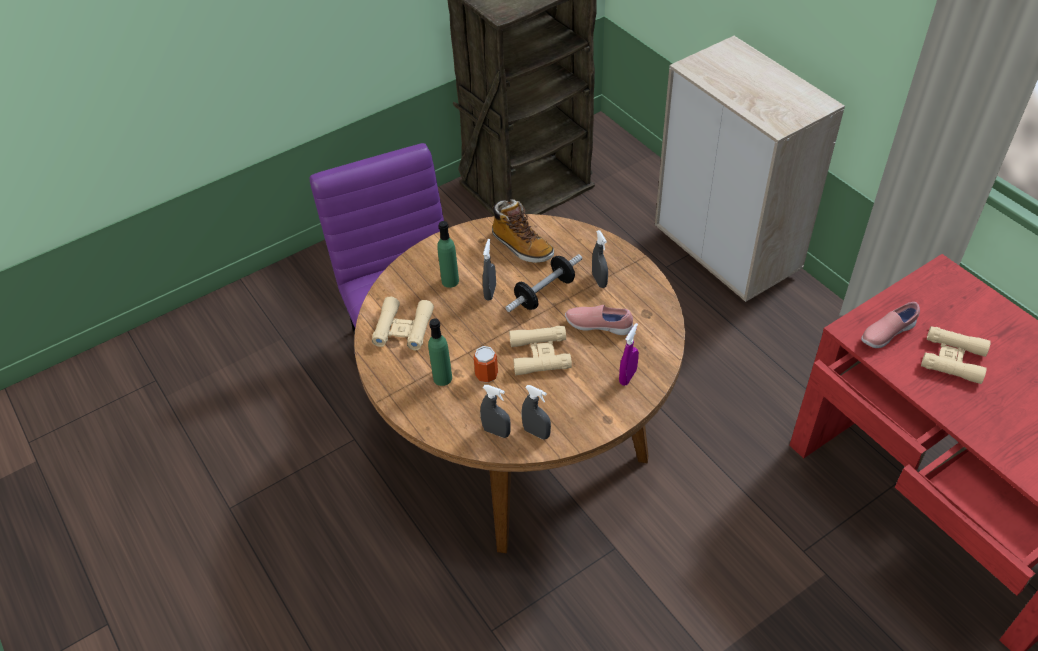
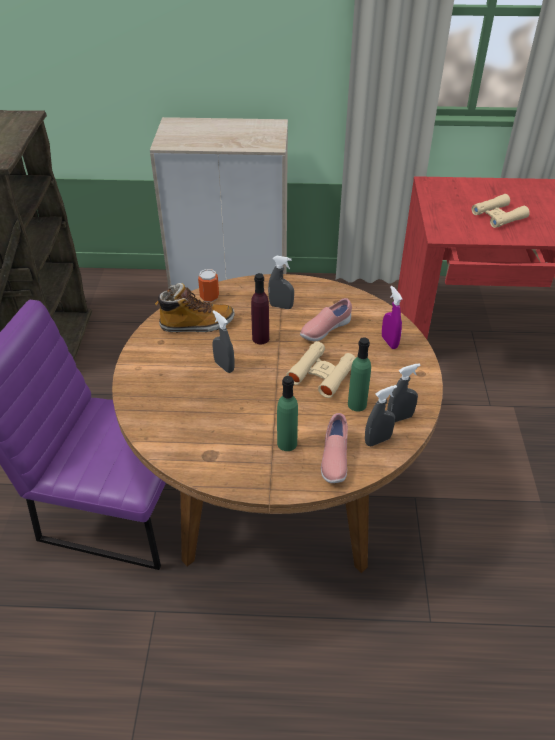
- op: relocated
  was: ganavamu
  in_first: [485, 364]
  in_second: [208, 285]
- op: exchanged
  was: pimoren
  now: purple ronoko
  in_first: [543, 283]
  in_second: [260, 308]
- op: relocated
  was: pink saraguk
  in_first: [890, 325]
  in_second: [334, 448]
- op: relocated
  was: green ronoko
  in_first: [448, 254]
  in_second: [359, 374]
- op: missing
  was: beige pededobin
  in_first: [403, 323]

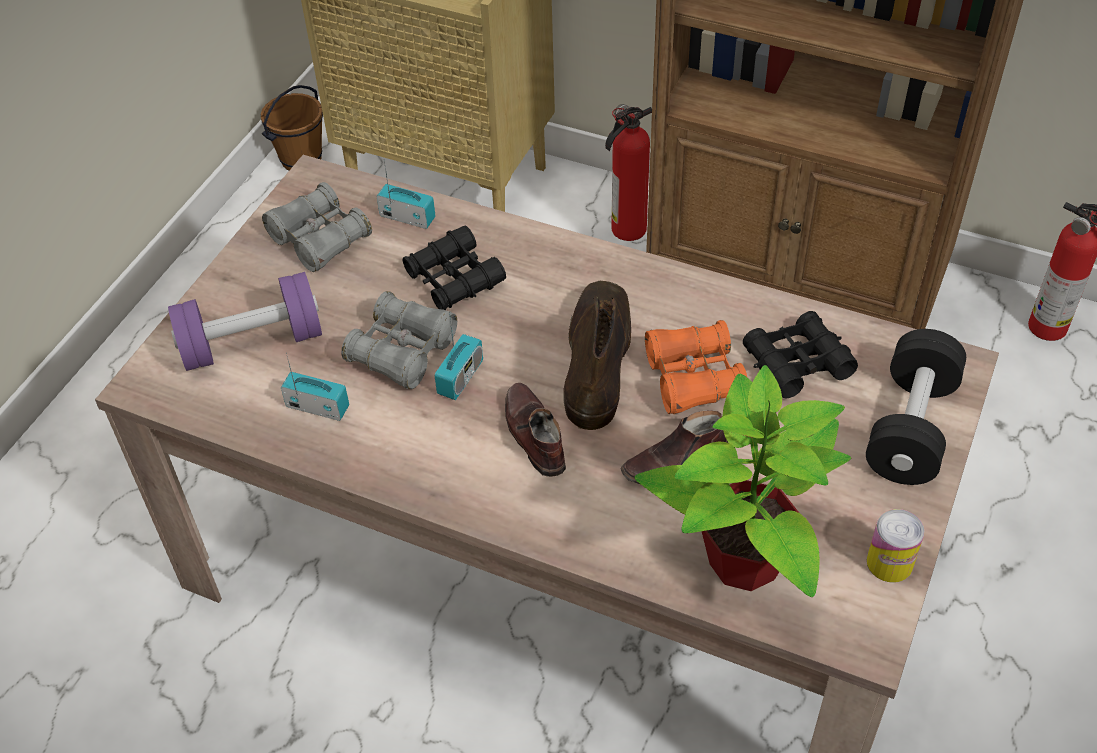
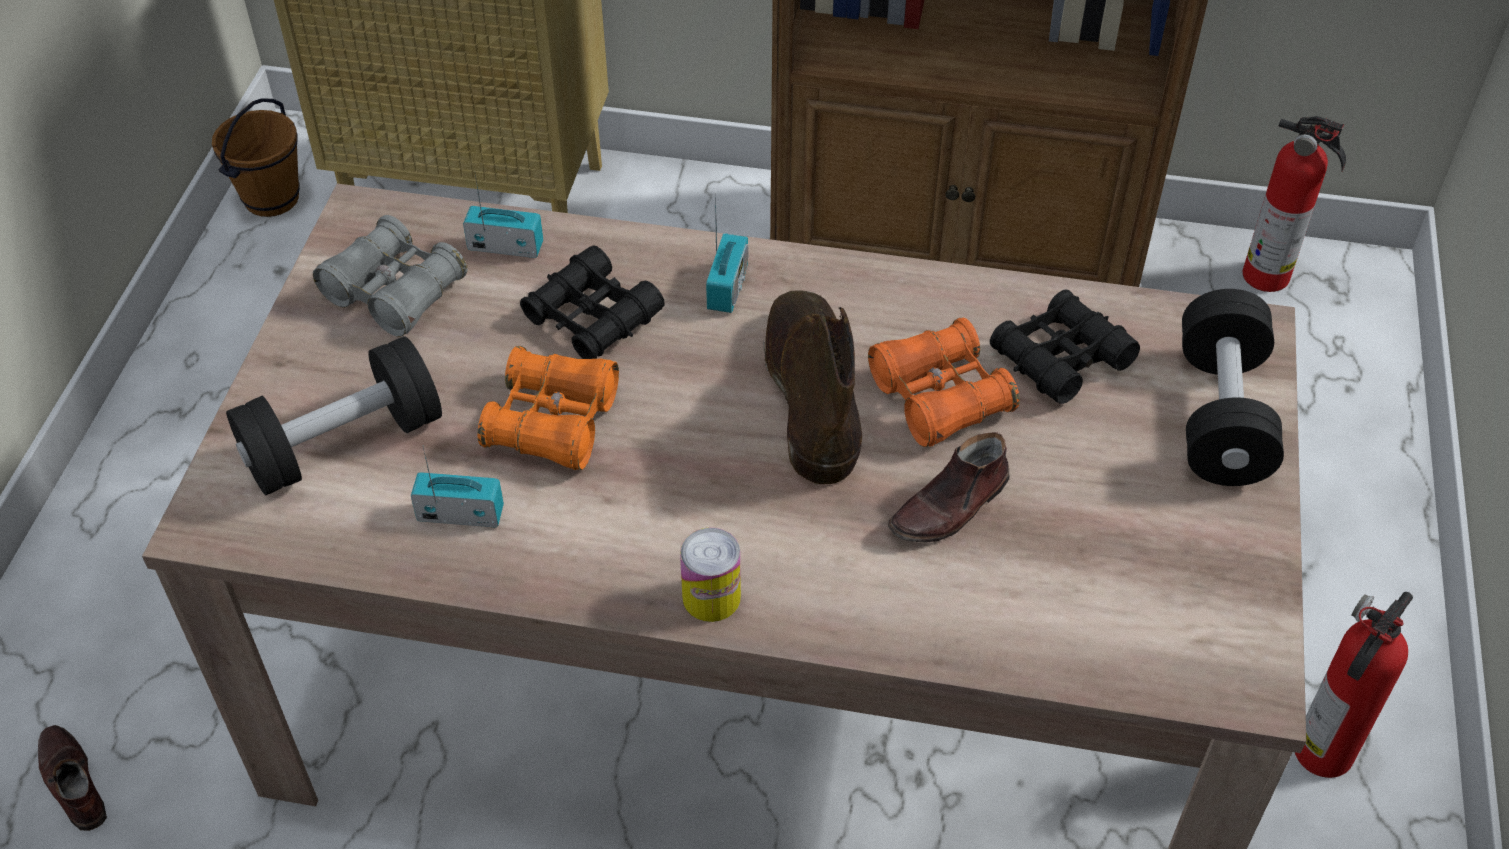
- op: relocated
  was: brown saraguk
  in_first: [535, 430]
  in_second: [72, 778]
- op: colour
  was: purple pimoren
  now: black pimoren
  in_first: [245, 321]
  in_second: [334, 415]
- op: colour
  was: grey pededobin
  now: orange pededobin
  in_first: [399, 340]
  in_second: [548, 408]
- op: relocated
  was: ganavamu
  in_first: [896, 545]
  in_second: [710, 575]
- op: relocated
  was: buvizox
  in_first: [459, 352]
  in_second: [727, 253]
- op: relocated
  was: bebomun
  in_first: [628, 172]
  in_second: [1354, 685]
- op: missing
  was: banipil
  in_first: [742, 481]

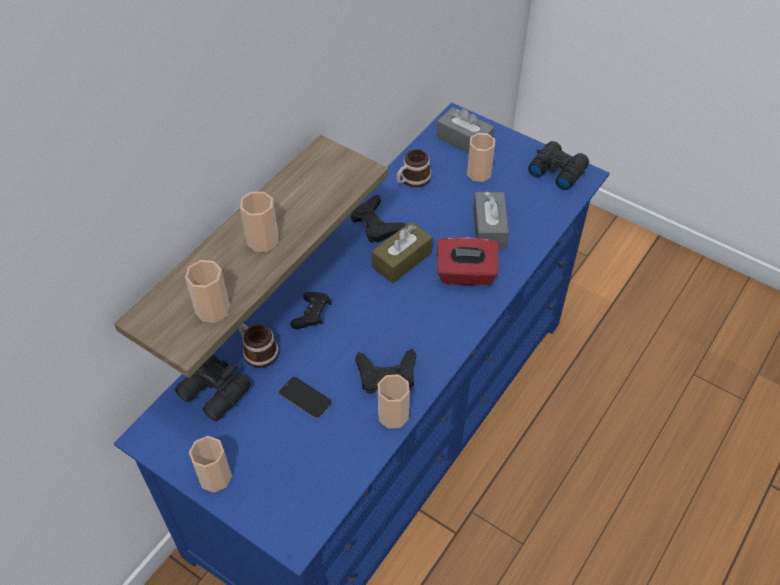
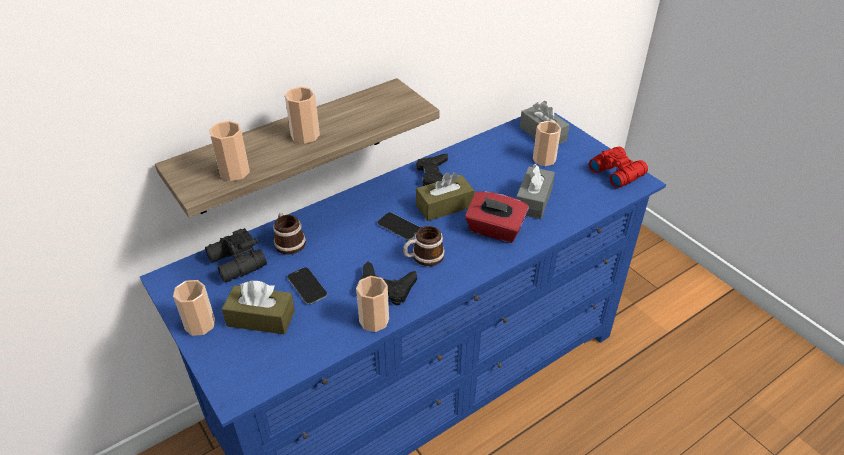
- op: appeared
  now: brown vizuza
  in_second: [258, 307]
- op: appeared
  now: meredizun
  in_second: [399, 226]
- op: relocated
  was: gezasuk
  in_first: [413, 168]
  in_second: [424, 246]
- op: colour
  was: black pededobin
  now: red pededobin
  in_first: [558, 165]
  in_second: [618, 167]
- op: missing
  was: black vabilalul
  in_first: [310, 310]

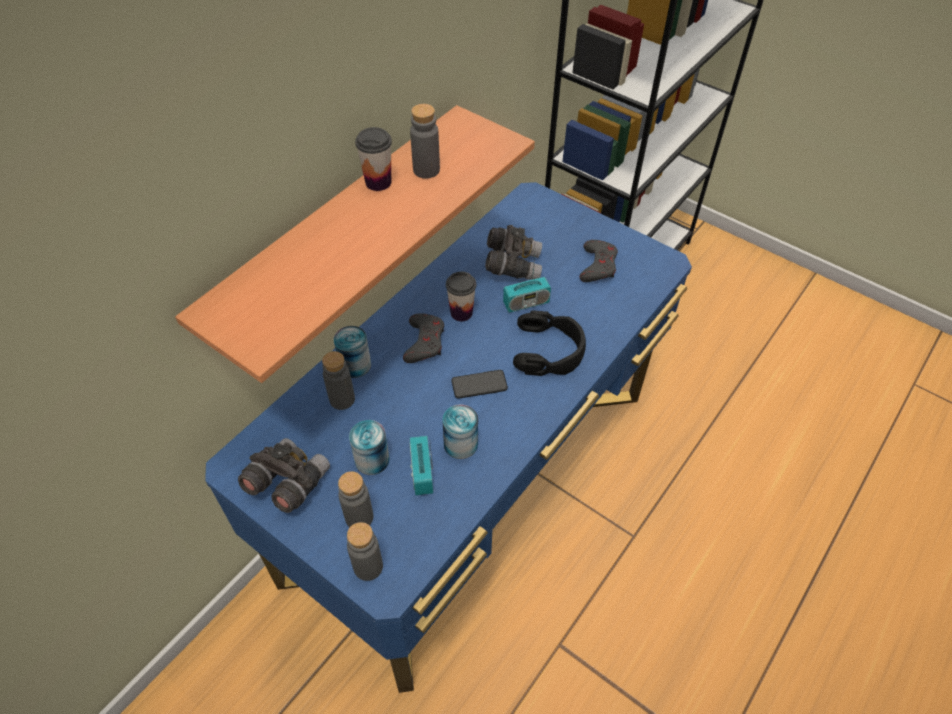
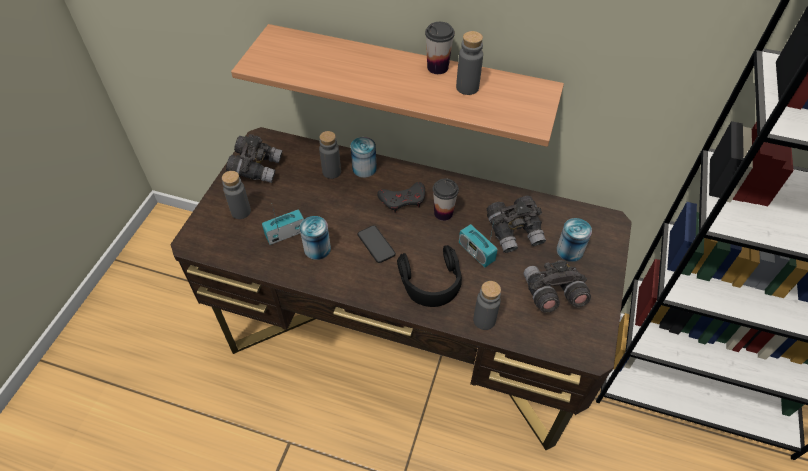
- op: colour
  was: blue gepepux
  now: brown gepepux
  in_first: [448, 437]
  in_second: [401, 288]
- op: relocated
  was: grey ronoko
  in_first: [365, 551]
  in_second: [487, 305]
- op: exchanged
  was: grey vabilalul
  now: grey pededobin
  in_first: [598, 261]
  in_second: [557, 286]
- op: relocated
  was: ganavamu
  in_first: [369, 447]
  in_second: [574, 240]

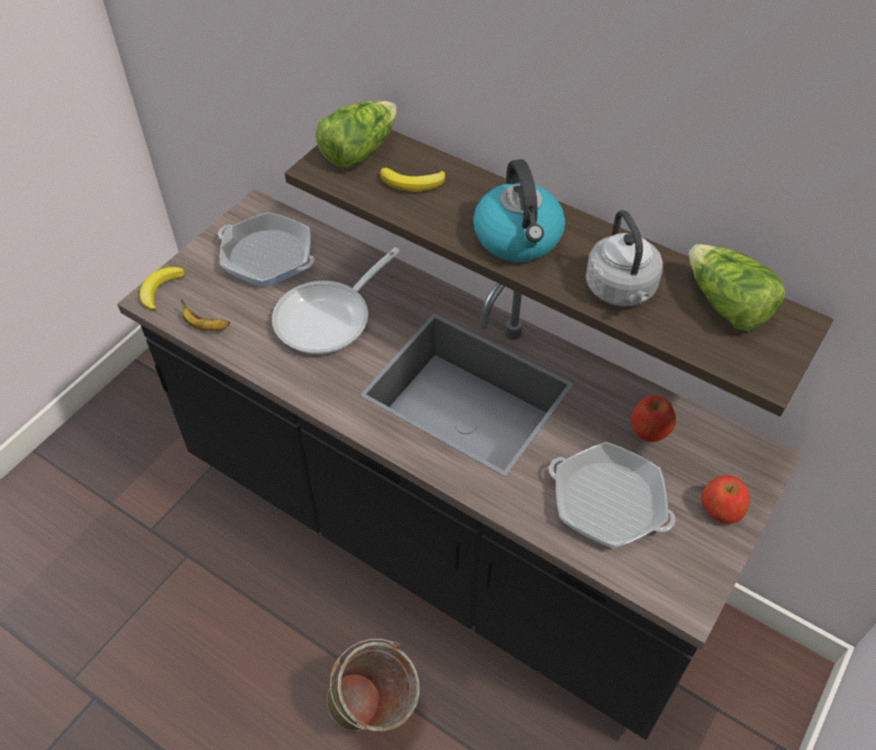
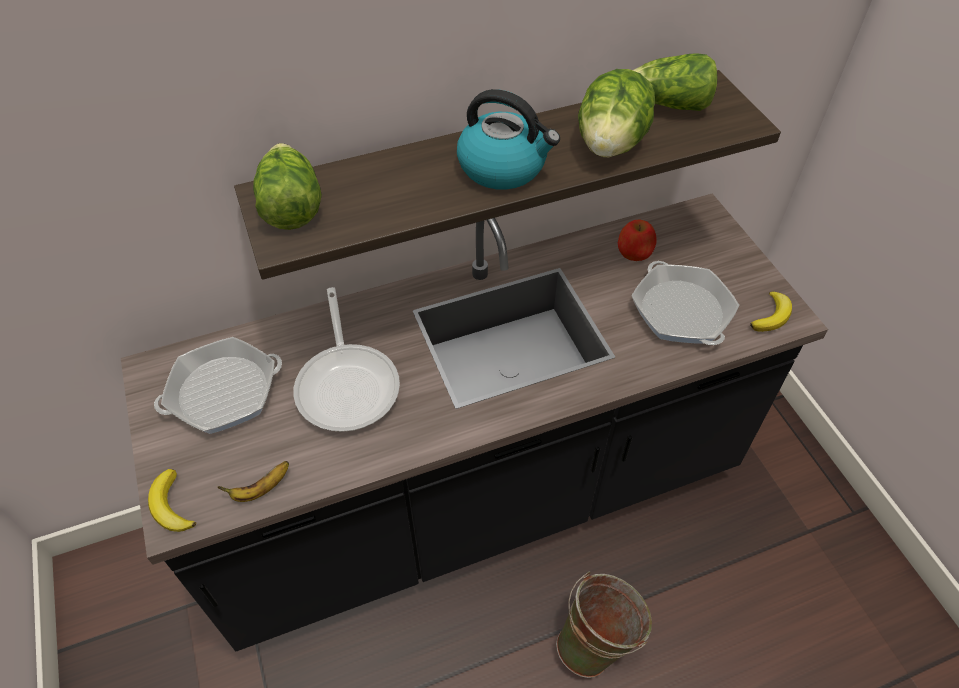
- op: exchanged
  was: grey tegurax
  now: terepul
  in_first: [624, 258]
  in_second: [616, 113]
- op: spun
  was: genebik
  in_first: [612, 495]
  in_second: [685, 303]
  clockwise: -90
- op: relocated
  was: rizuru
  in_first: [412, 179]
  in_second: [771, 311]
- op: missing
  was: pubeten
  in_first: [725, 500]

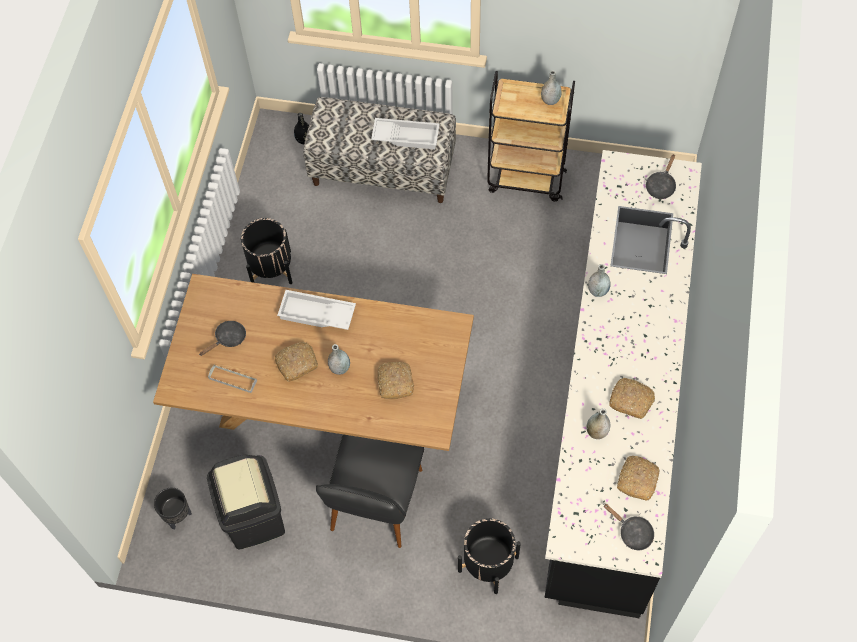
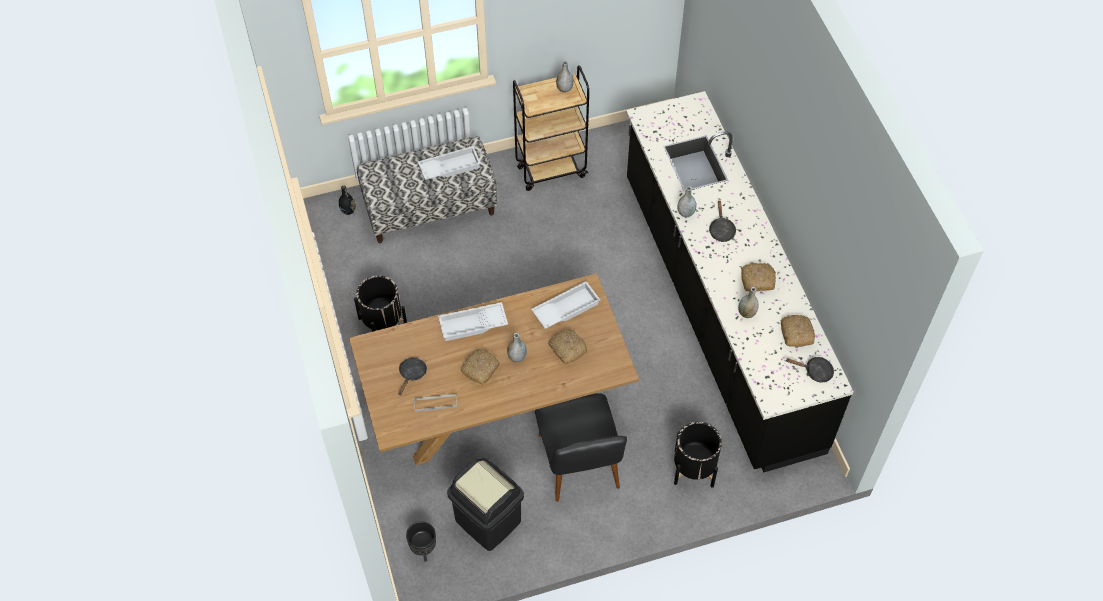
- op: appeared
  now: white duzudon
  in_second: [565, 305]
- op: relocated
  was: black genebik
  in_first: [661, 176]
  in_second: [722, 221]

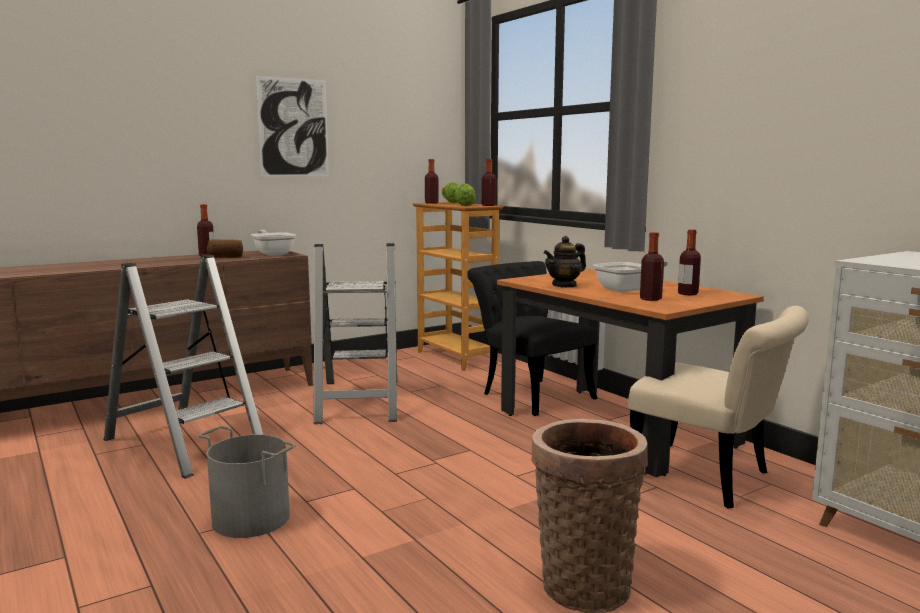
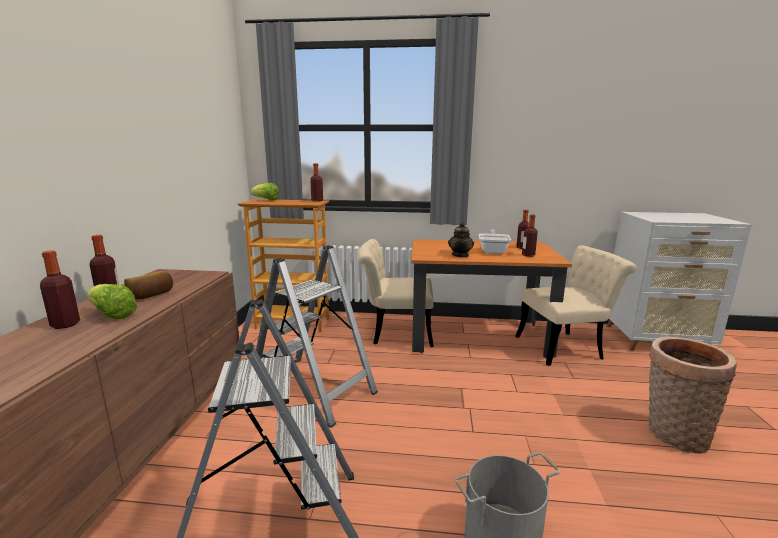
- op: relocated
  was: ronoko
  in_first: [432, 181]
  in_second: [60, 289]
- op: relocated
  was: terepul
  in_first: [465, 194]
  in_second: [112, 302]
- op: colour
  was: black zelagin
  now: beige zelagin
  in_first: [532, 338]
  in_second: [396, 293]
- op: missing
  was: genebik
  in_first: [273, 243]
- op: missing
  was: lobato
  in_first: [292, 126]

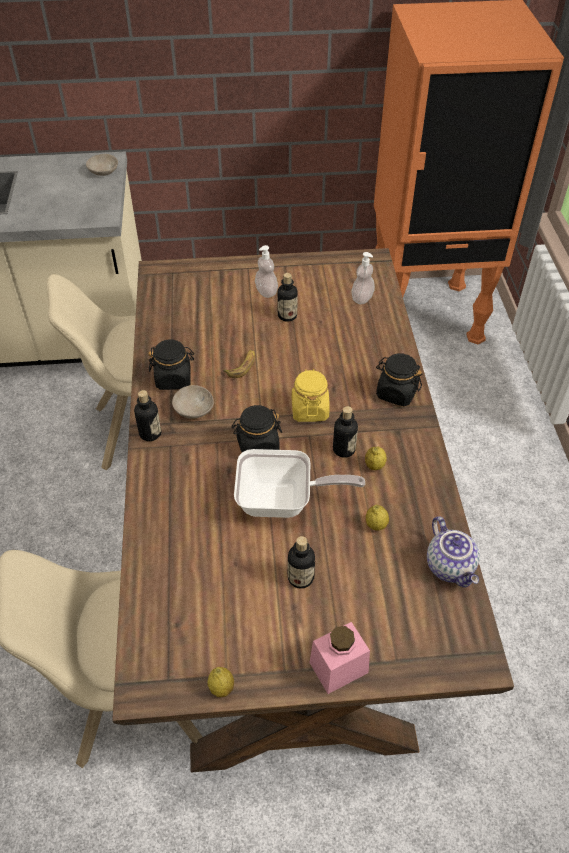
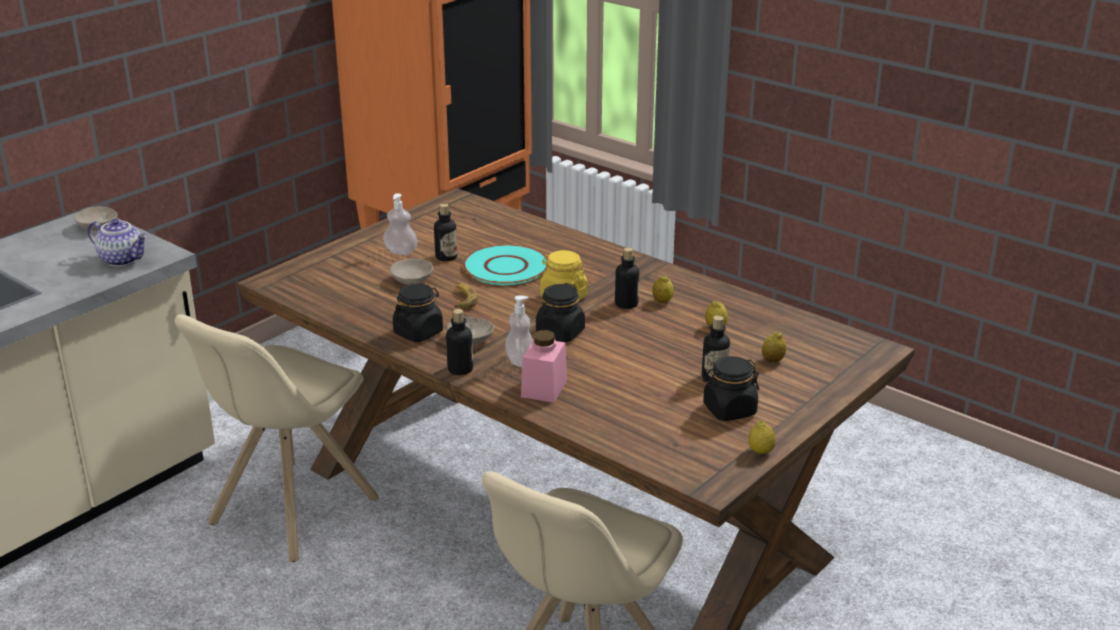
- op: relocated
  was: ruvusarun
  in_first: [453, 552]
  in_second: [118, 243]
- op: appeared
  now: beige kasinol
  in_second: [411, 272]
- op: appeared
  now: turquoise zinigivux
  in_second: [505, 264]
- op: relocated
  was: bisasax
  in_first: [363, 278]
  in_second: [518, 331]
- op: relocated
  was: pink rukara
  in_first: [339, 658]
  in_second: [544, 366]
- op: relocated
  was: black rukara
  in_first: [399, 379]
  in_second: [731, 388]
- op: appeared
  now: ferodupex
  in_second: [774, 347]
- op: missing
  was: genebik
  in_first: [299, 483]

